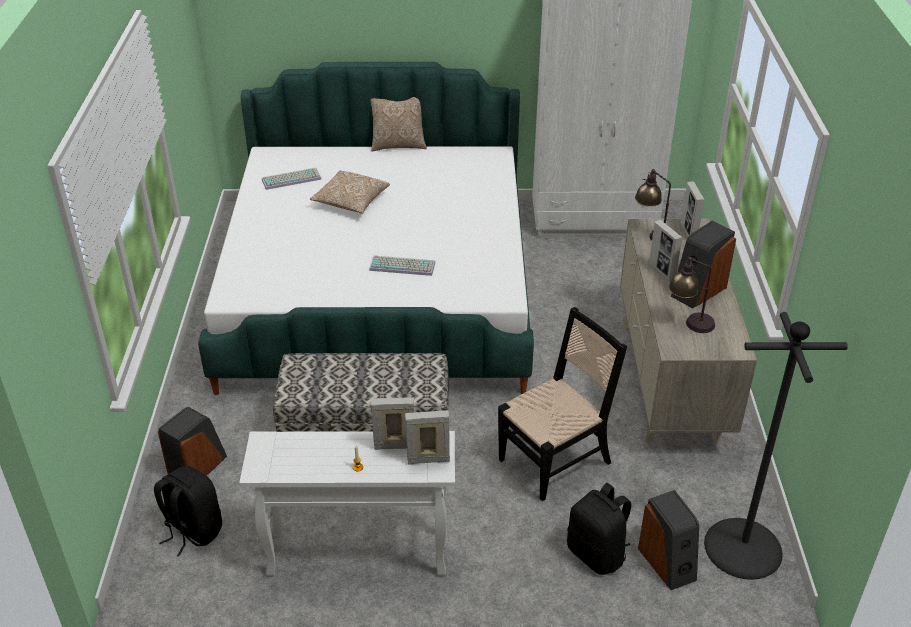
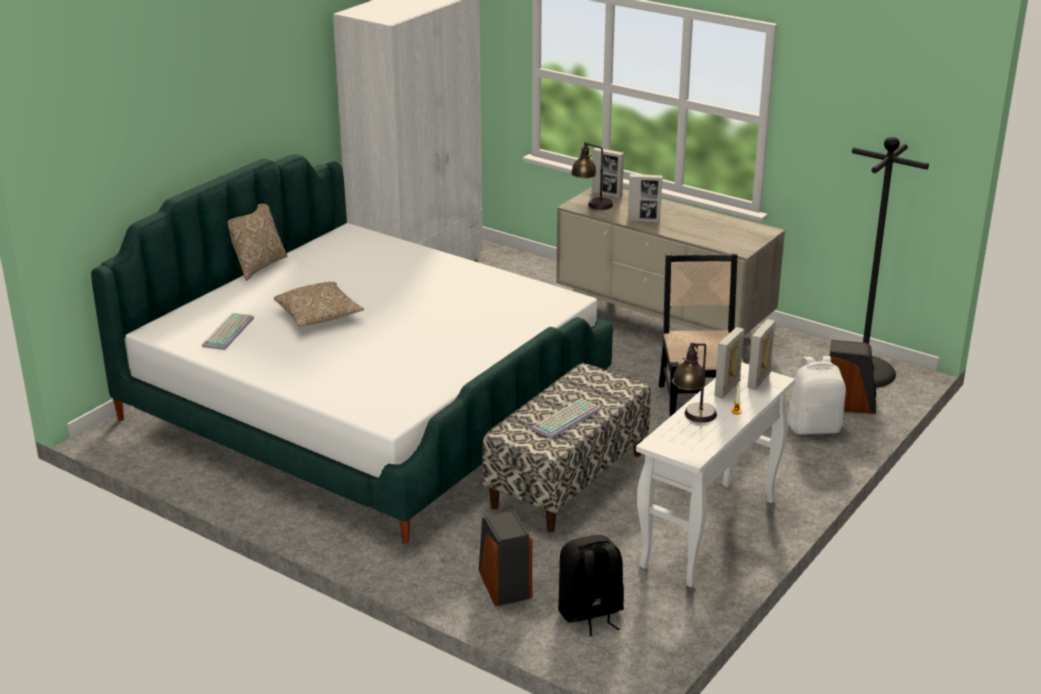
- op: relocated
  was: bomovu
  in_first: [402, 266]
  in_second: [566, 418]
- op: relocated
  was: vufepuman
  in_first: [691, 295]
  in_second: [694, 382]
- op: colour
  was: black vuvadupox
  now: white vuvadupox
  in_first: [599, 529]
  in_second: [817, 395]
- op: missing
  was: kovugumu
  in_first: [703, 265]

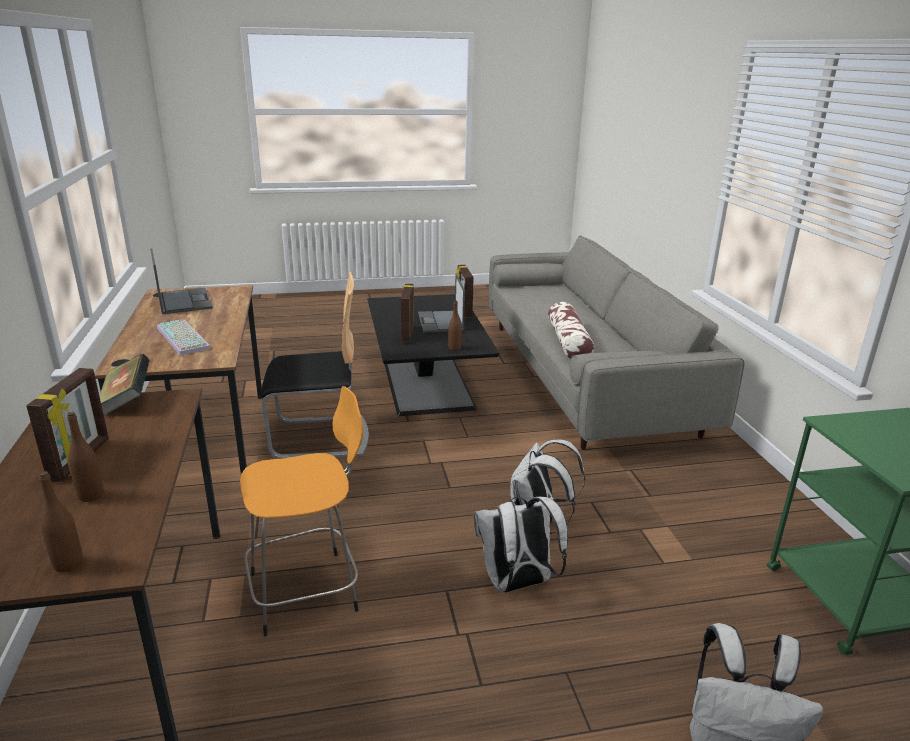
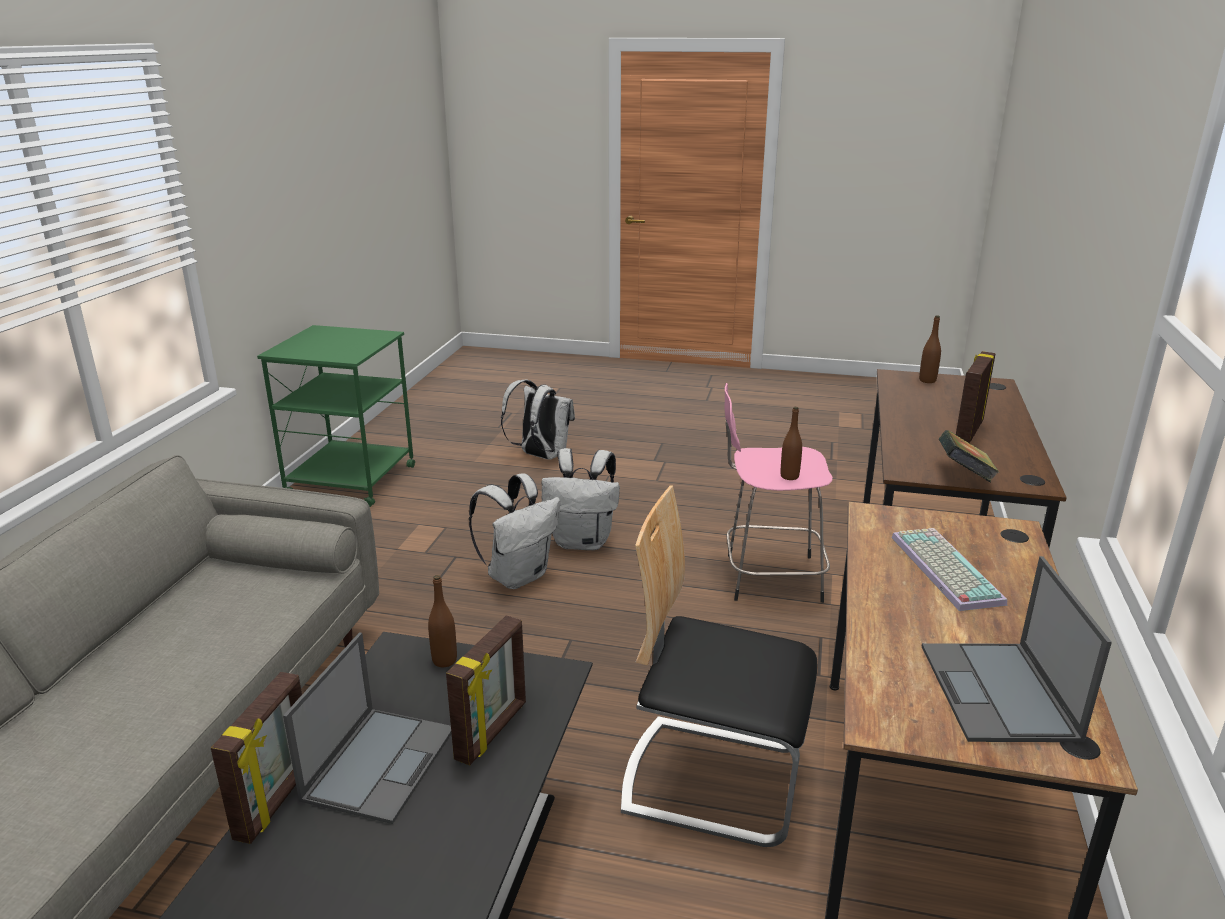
- op: colour
  was: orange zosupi
  now: pink zosupi
  in_first: [301, 511]
  in_second: [779, 493]
- op: relocated
  was: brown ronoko
  in_first: [85, 457]
  in_second: [791, 443]
- op: missing
  was: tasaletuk
  in_first: [571, 331]

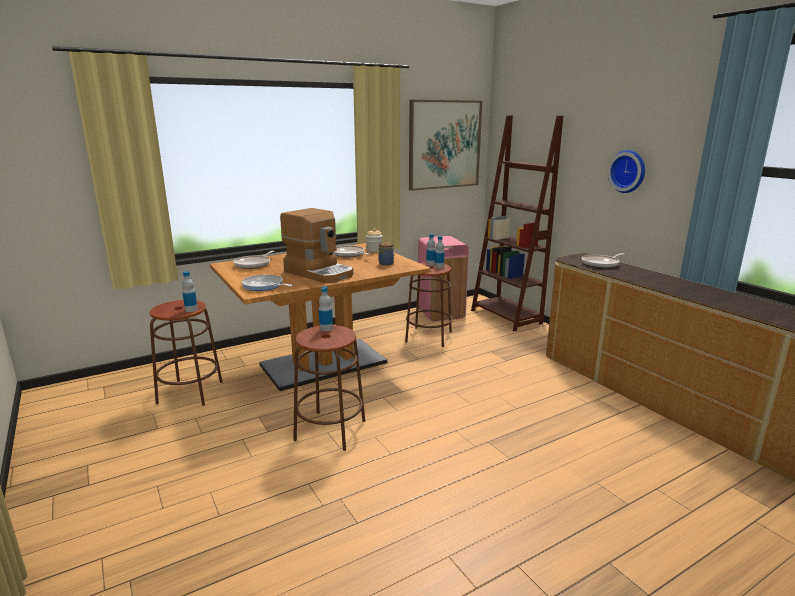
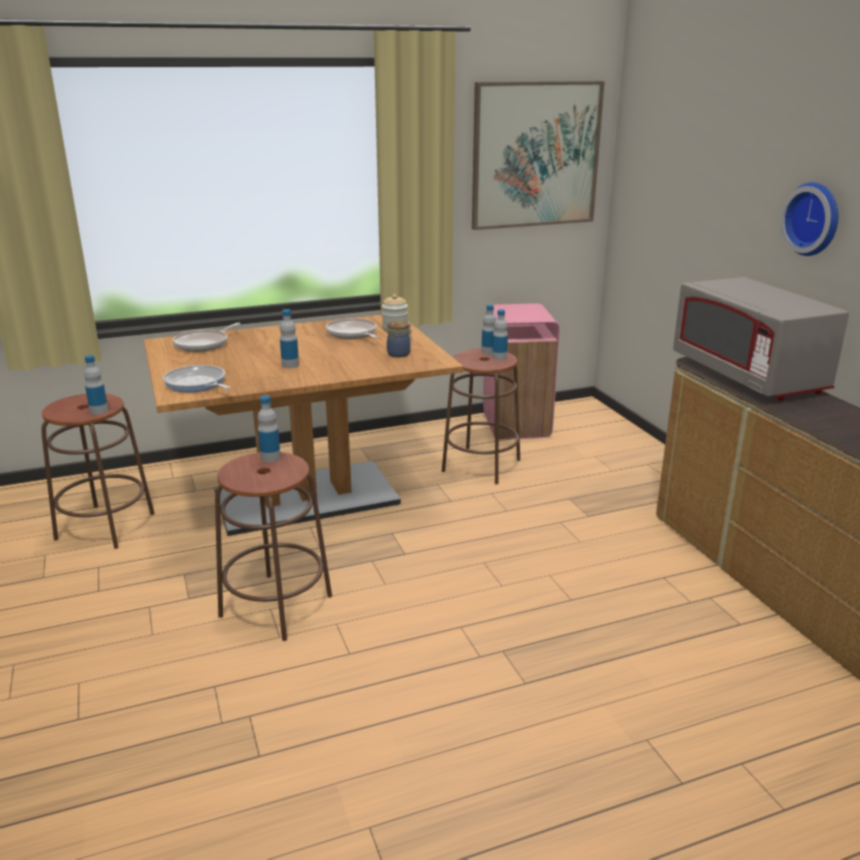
- op: exchanged
  was: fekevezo
  now: ronoko
  in_first: [316, 245]
  in_second: [289, 338]
- op: exchanged
  was: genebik
  now: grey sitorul
  in_first: [603, 260]
  in_second: [761, 339]
- op: missing
  was: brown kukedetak
  in_first: [517, 224]

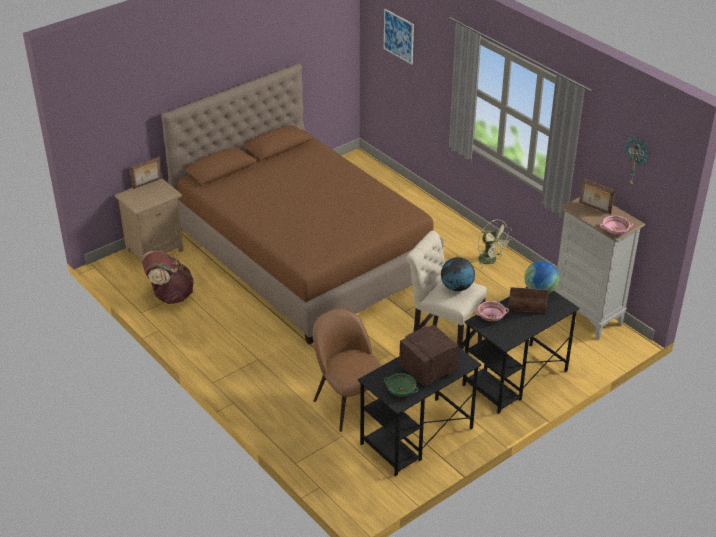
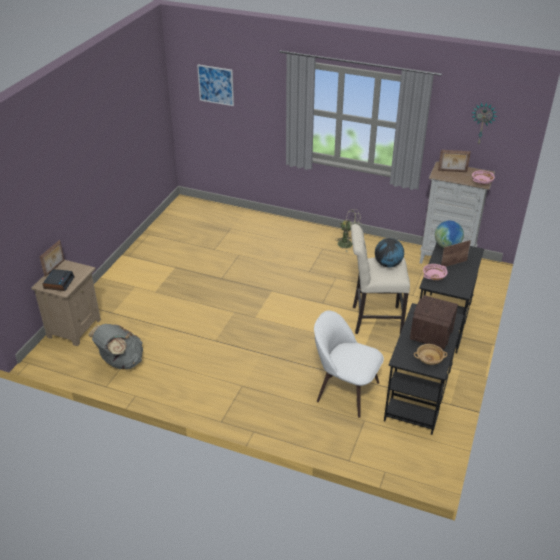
- op: appeared
  now: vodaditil
  in_second: [58, 280]
- op: colour
  was: brown vuvadupox
  now: grey vuvadupox
  in_first: [168, 277]
  in_second: [115, 346]
- op: colour
  was: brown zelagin
  now: white zelagin
  in_first: [348, 370]
  in_second: [349, 364]
- op: colour
  was: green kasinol
  now: beige kasinol
  in_first: [401, 385]
  in_second: [430, 354]
- op: missing
  was: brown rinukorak
  in_first: [302, 204]

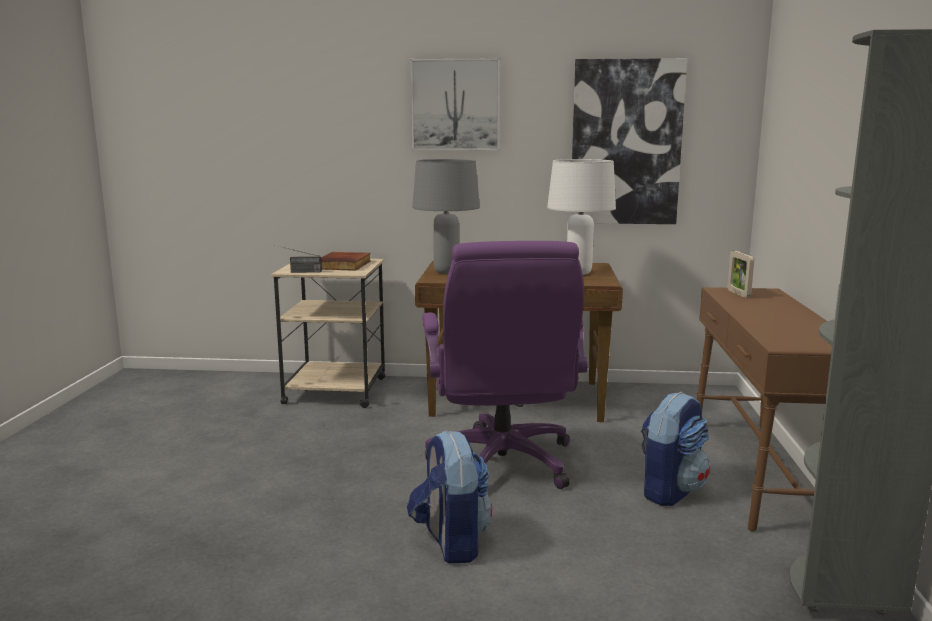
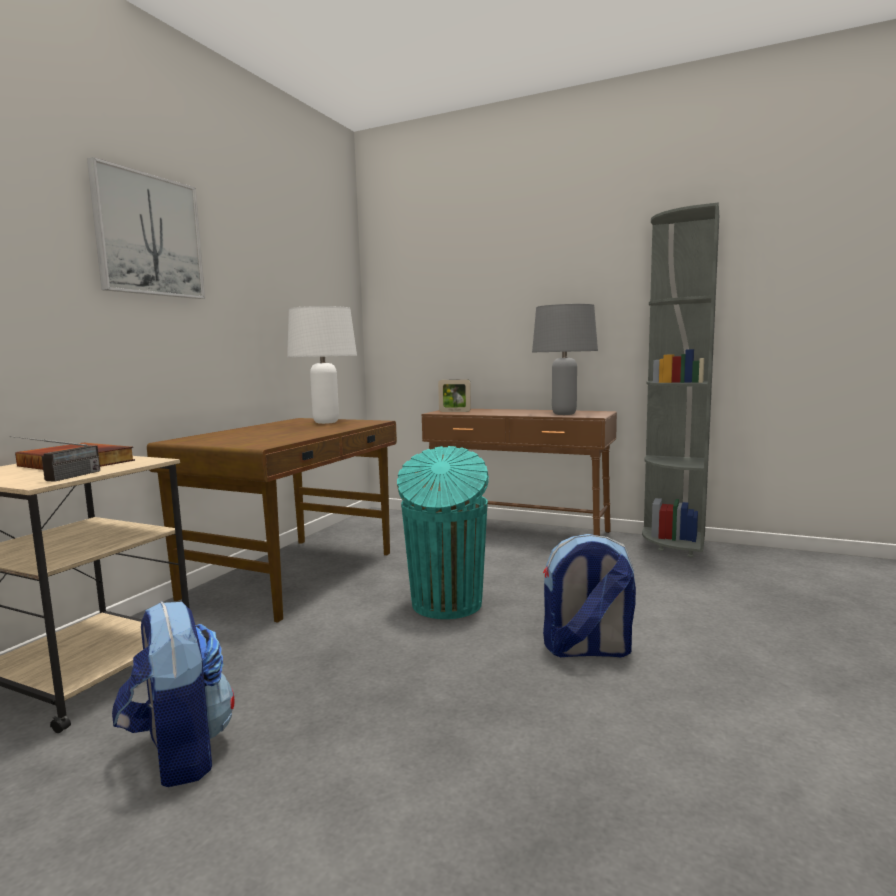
- op: relocated
  was: vuvadupox
  in_first: [675, 449]
  in_second: [173, 694]
- op: exchanged
  was: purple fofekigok
  now: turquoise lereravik
  in_first: [505, 365]
  in_second: [443, 532]
- op: relocated
  was: grey vufepuman
  in_first: [446, 216]
  in_second: [565, 359]
- op: missing
  was: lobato
  in_first: [628, 141]

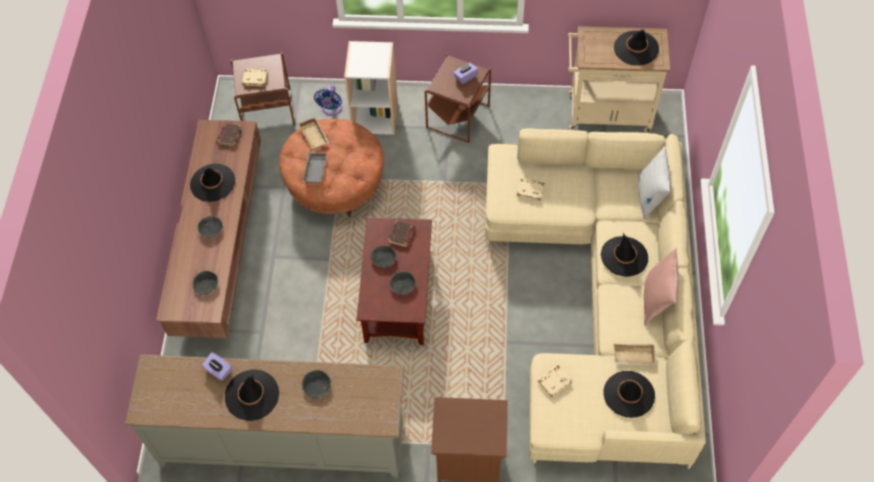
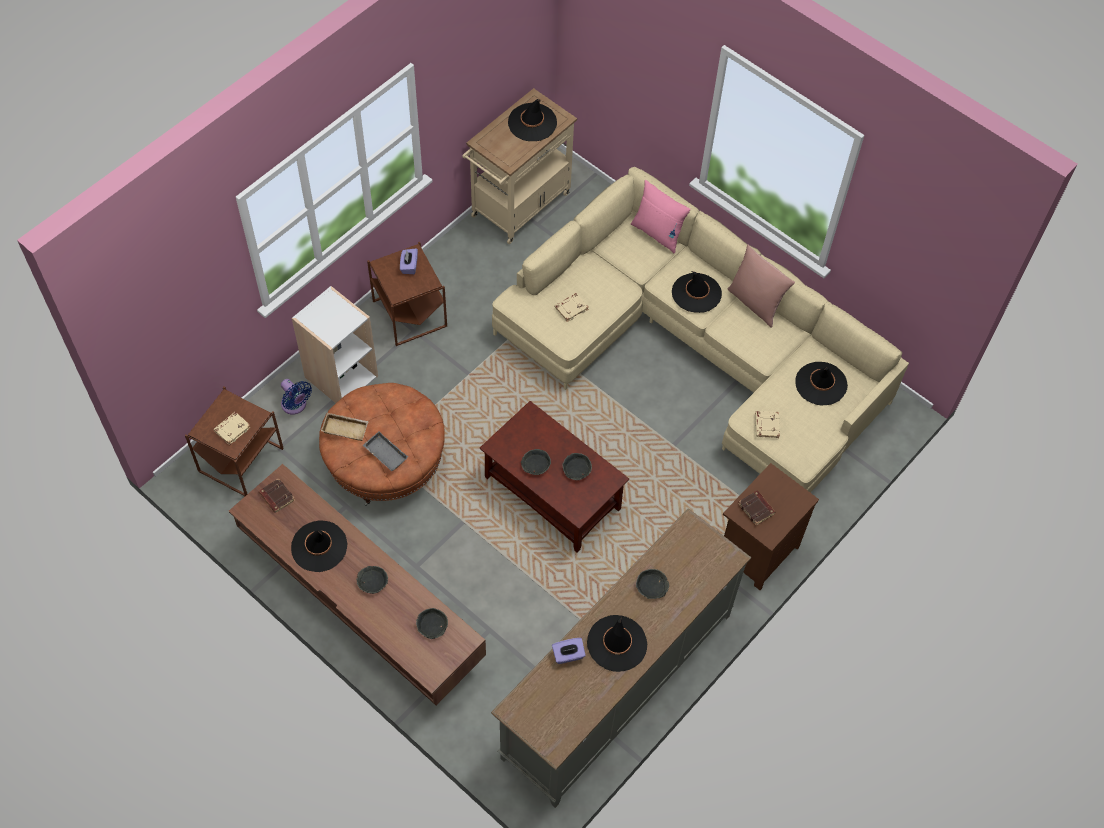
- op: colour
  was: grey tasaletuk
  now: pink tasaletuk
  in_first: [654, 182]
  in_second: [661, 216]
- op: relocated
  was: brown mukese
  in_first: [401, 234]
  in_second: [757, 508]
- op: missing
  was: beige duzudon
  in_first: [635, 354]

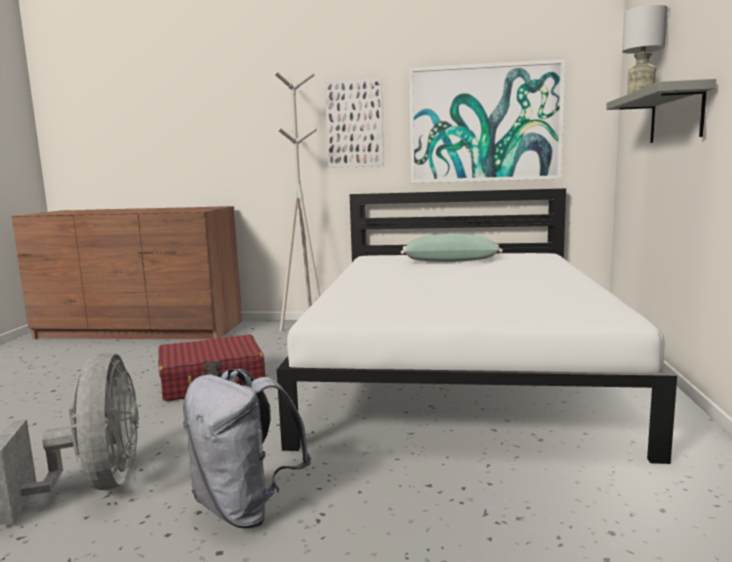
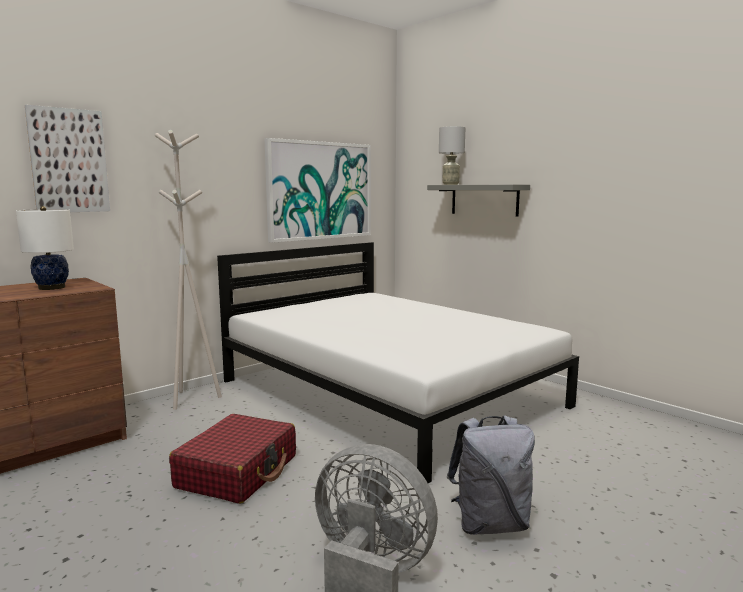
- op: appeared
  now: white vufepuman
  in_second: [45, 248]
- op: relocated
  was: lobato
  in_first: [354, 123]
  in_second: [67, 158]
- op: missing
  was: green tasaletuk
  in_first: [452, 247]

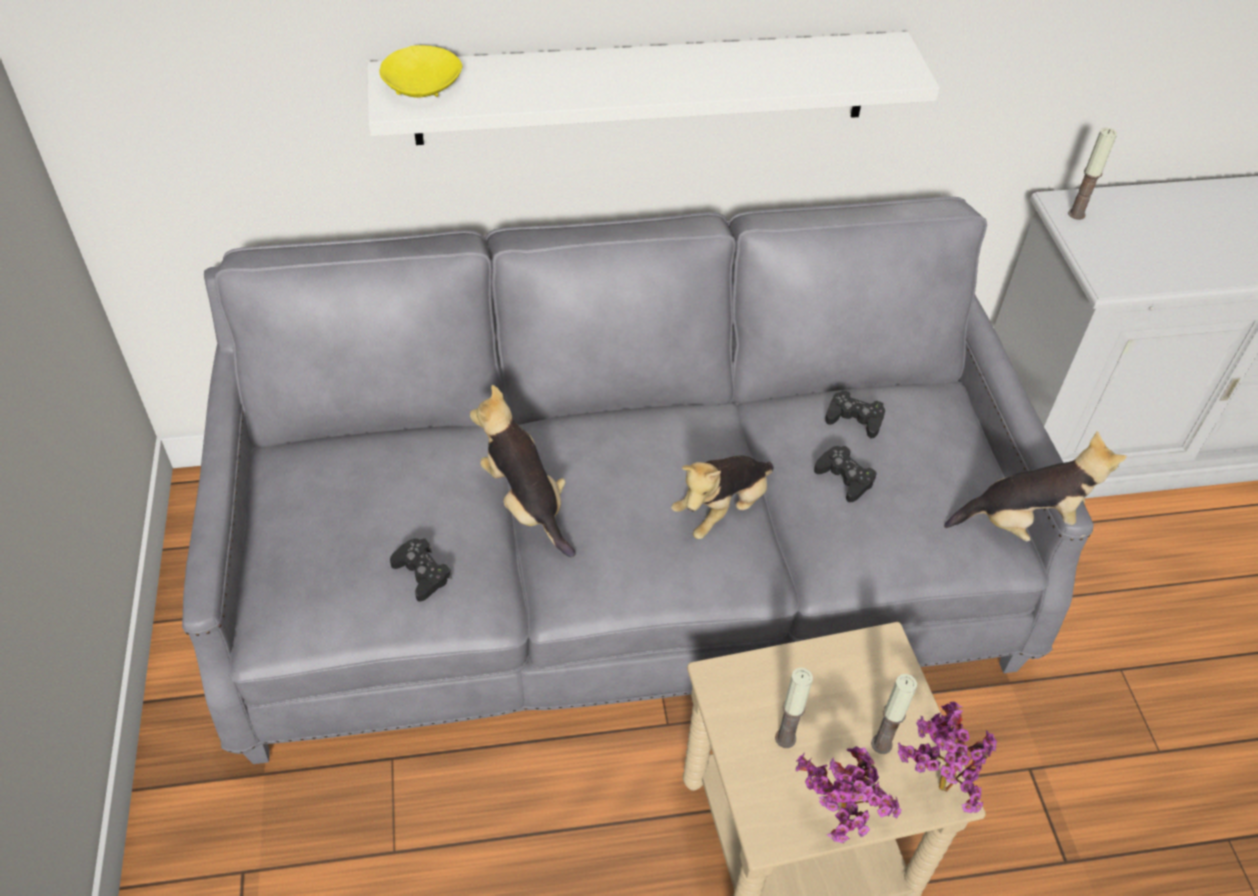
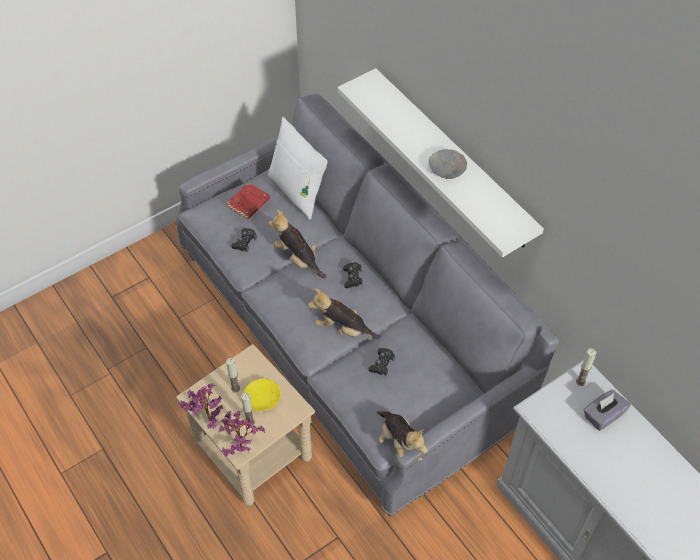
- op: appeared
  now: red mukese
  in_second: [248, 200]
- op: relocated
  was: yellow kasinol
  in_first: [420, 71]
  in_second: [262, 395]
- op: appeared
  now: white tasaletuk
  in_second: [298, 168]
- op: spun
  was: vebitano
  in_first: [522, 471]
  in_second: [297, 243]
  clockwise: -75
- op: relocated
  was: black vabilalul
  in_first: [855, 414]
  in_second: [353, 275]
- op: appeared
  now: grey kasinol
  in_second: [448, 164]
- op: appeared
  now: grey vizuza
  in_second: [607, 410]

